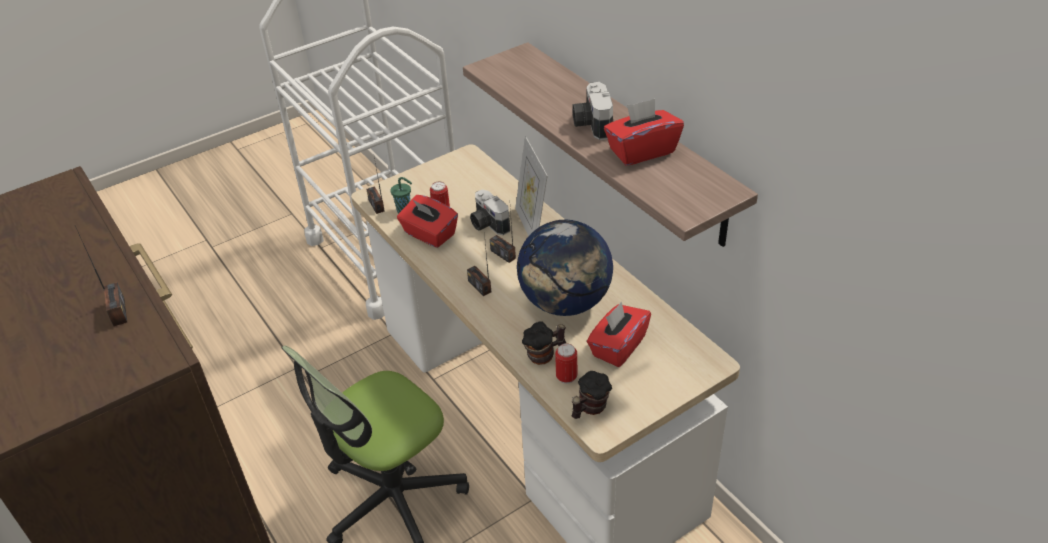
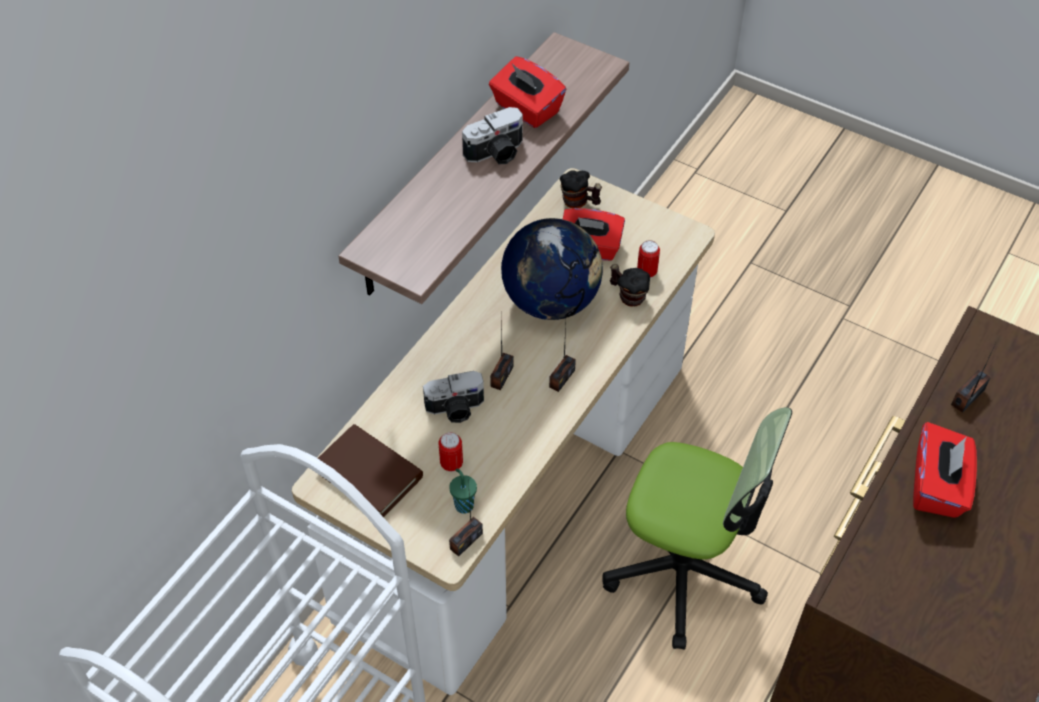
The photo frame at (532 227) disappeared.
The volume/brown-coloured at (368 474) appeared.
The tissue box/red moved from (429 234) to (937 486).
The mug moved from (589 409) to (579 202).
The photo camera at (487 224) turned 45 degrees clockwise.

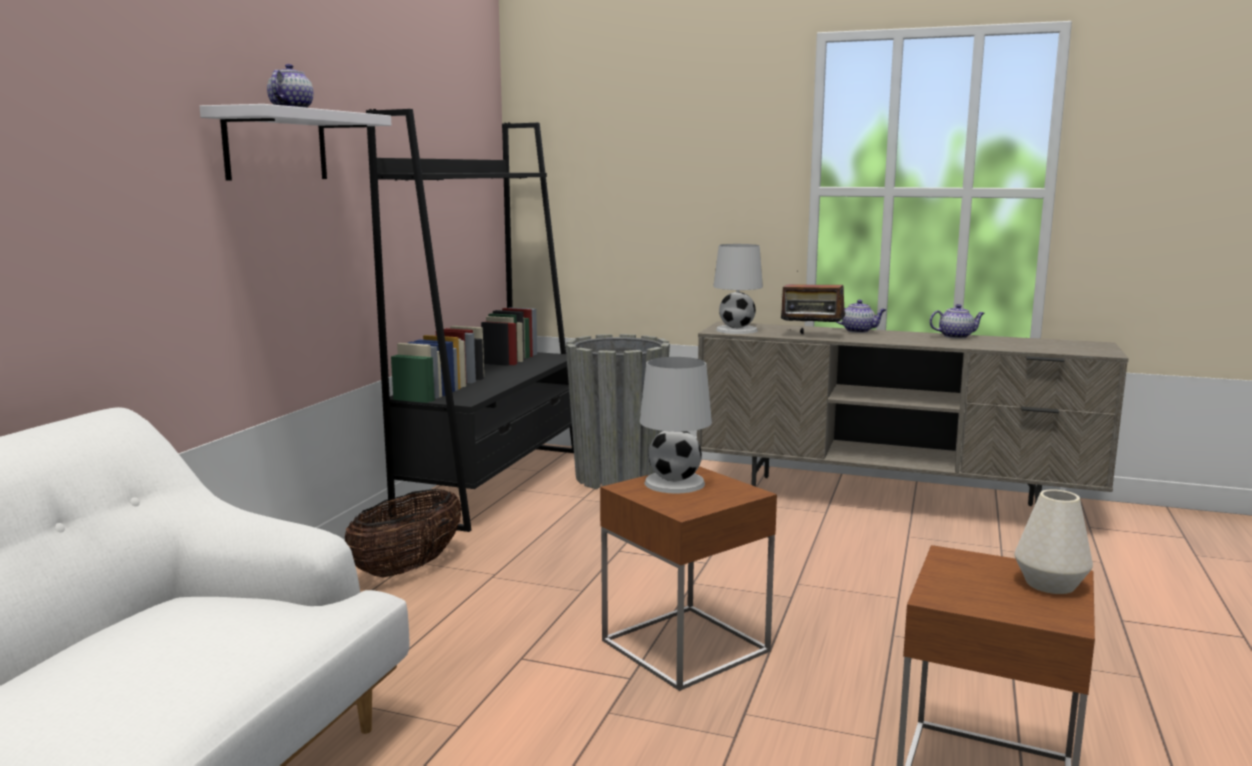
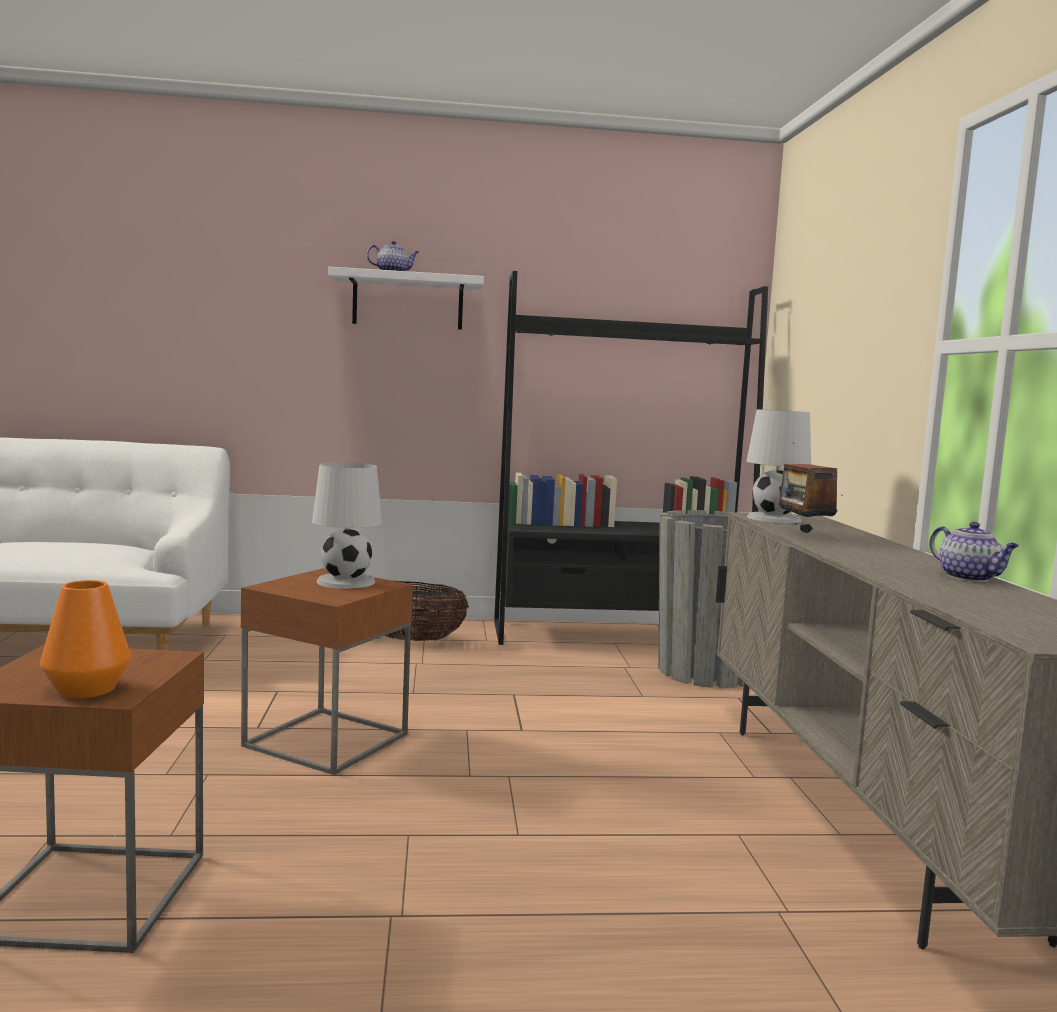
The pot for tea at (858 331) disappeared.
The decorative vase/white at (1050 584) became the decorative vase/orangey at (87 689).

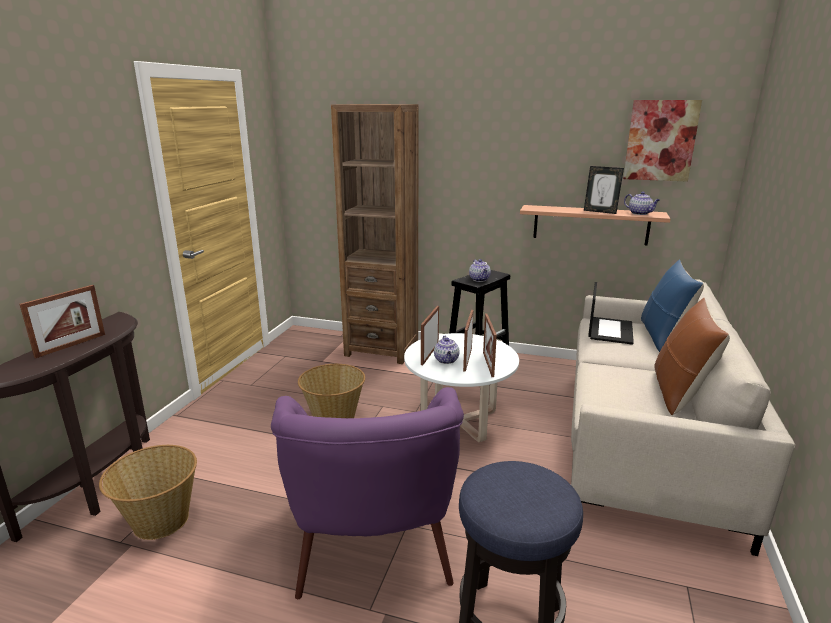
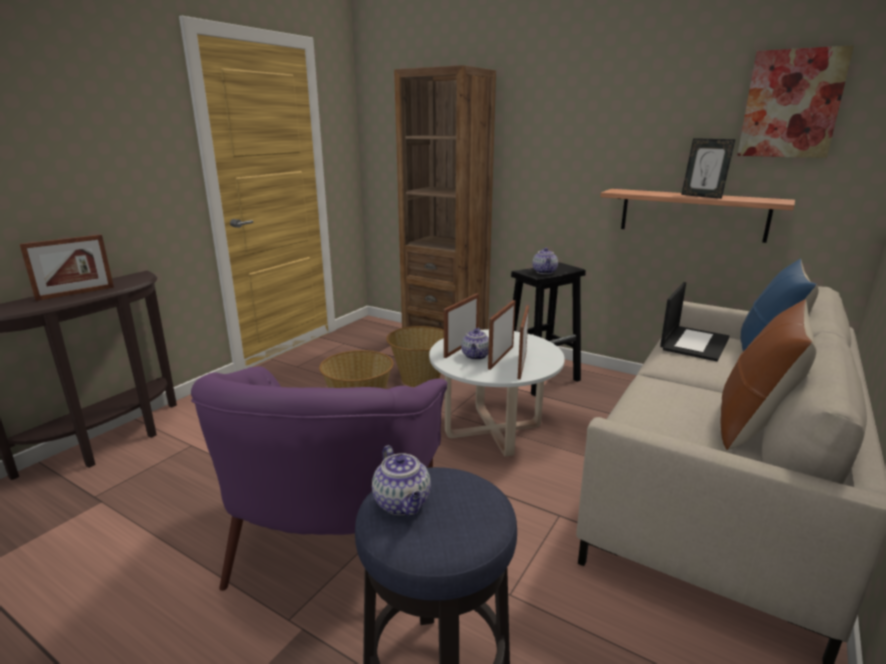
The storage basket moved from (160 520) to (419 379).
The pot for tea moved from (640 213) to (403 504).

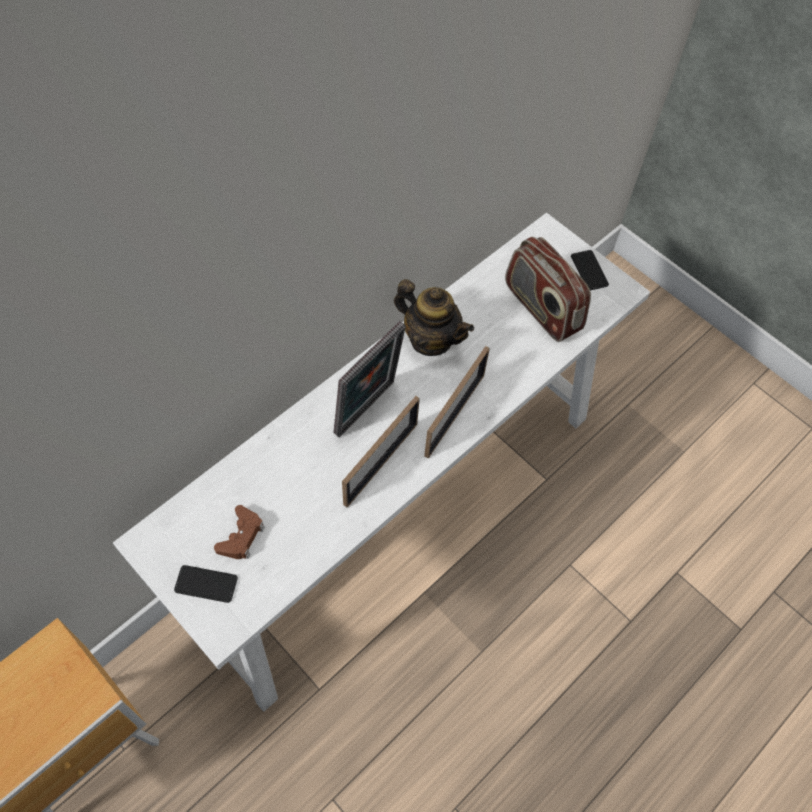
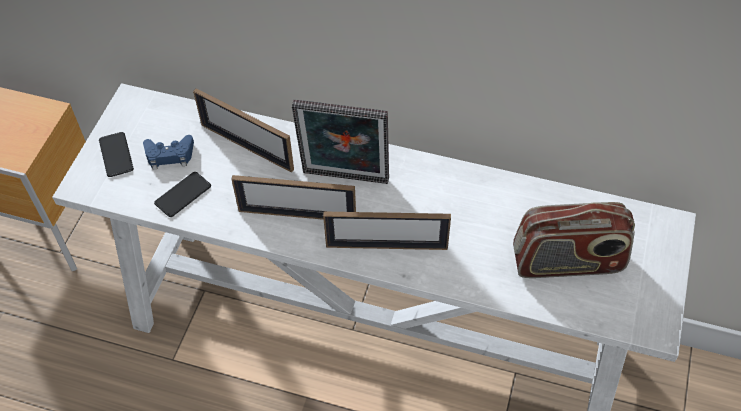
The pot for tea at (430 339) disappeared.
The photo frame at (247 147) appeared.
The handset moved from (589 271) to (183 195).
The game controller/brown-coloured at (241 536) became the game controller/blue-coloured at (169 155).
The radio at (541 308) turned 120 degrees counterclockwise.

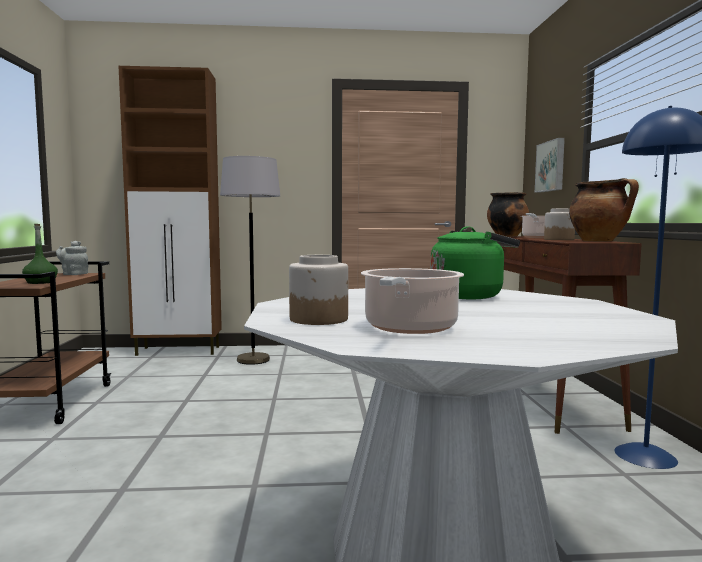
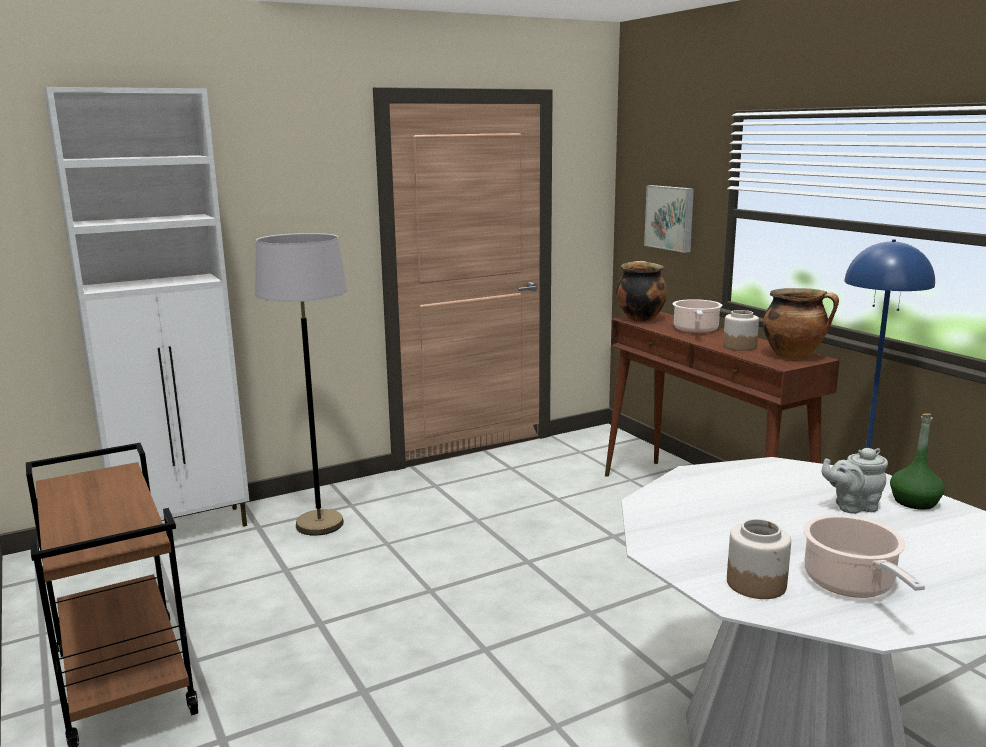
The water kettle/green at (469 296) disappeared.
The beverage bottle/green moved from (40 282) to (914 502).
The pot for tea/grey moved from (73 274) to (852 506).
The cupboard/brown-coloured at (179 351) became the cupboard/white at (185 529).

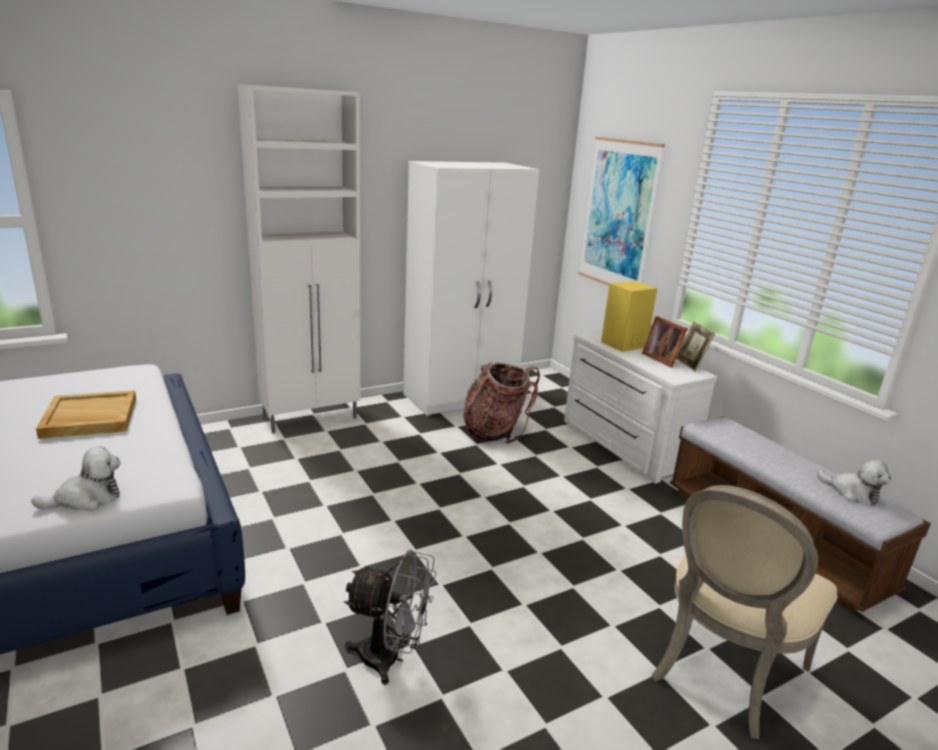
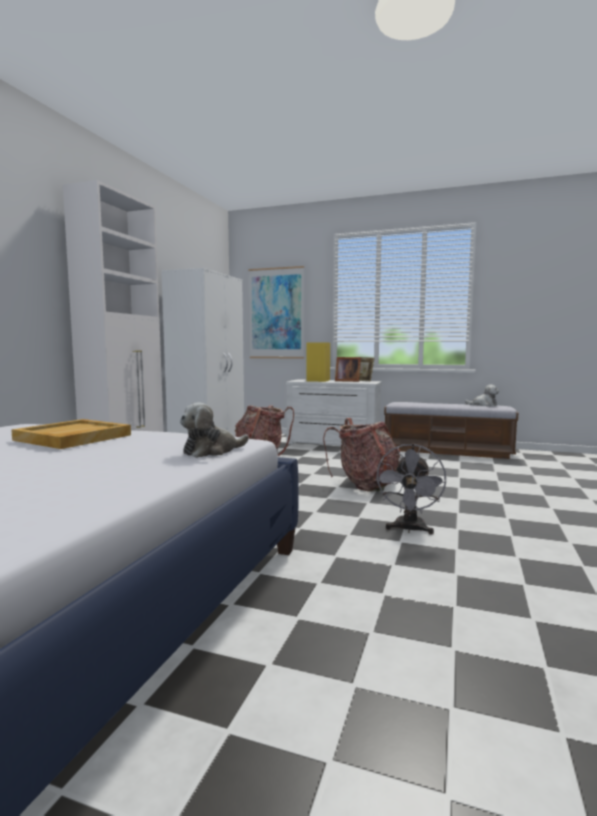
The upright chair/beige-coloured at (722 673) disappeared.
The rucksack at (365 484) appeared.
The cuddly toy at (86 499) turned 150 degrees counterclockwise.
The electric fan/grey at (390 658) turned 135 degrees clockwise.

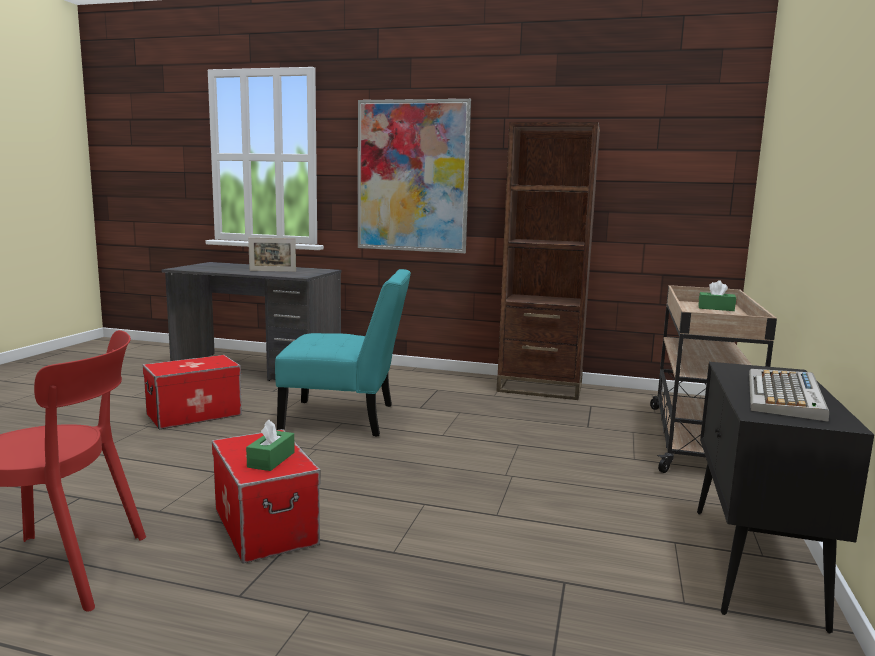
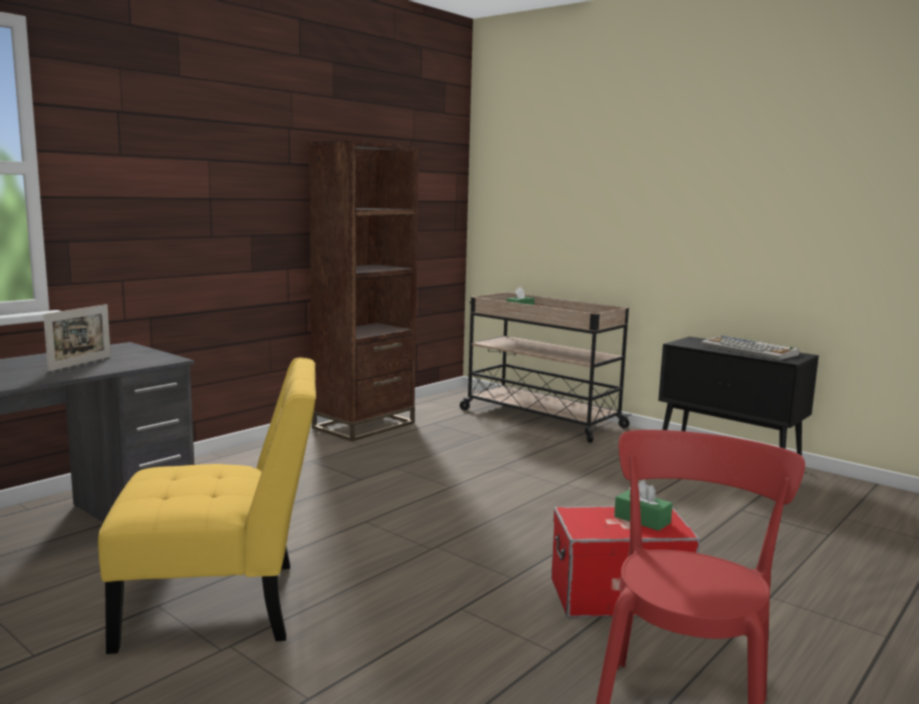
The upright chair/turquoise-coloured at (346 418) disappeared.
The wall picture at (412 176) disappeared.
The storage box at (194 415) was replaced by the upright chair/yellow at (222 605).

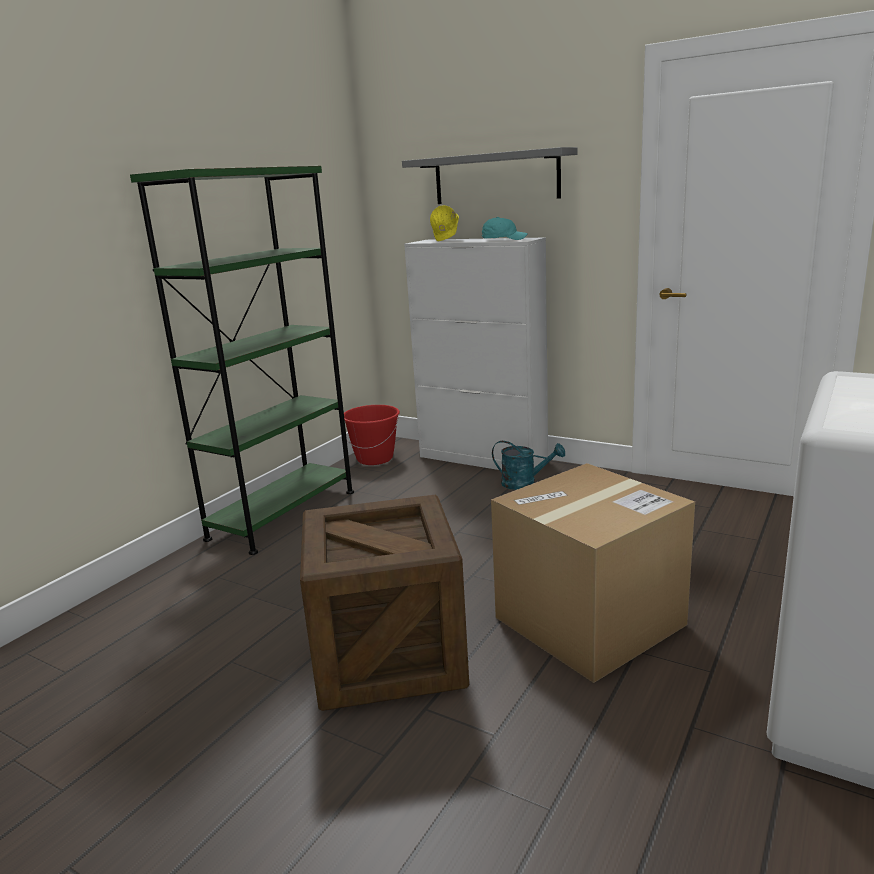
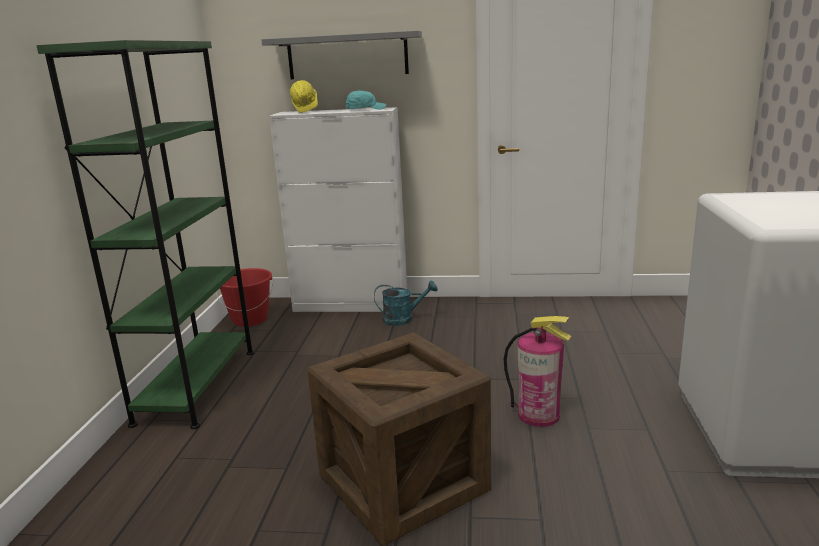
The cardboard box at (589 621) was replaced by the extinguisher at (538 415).

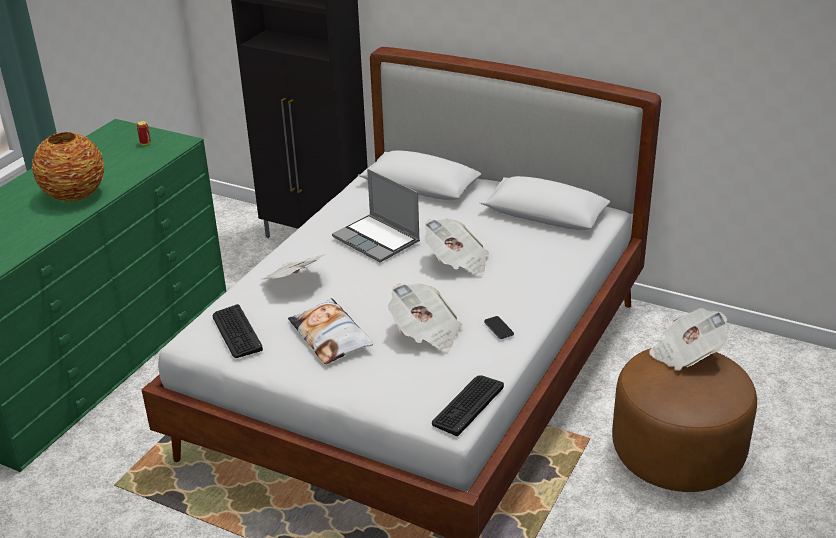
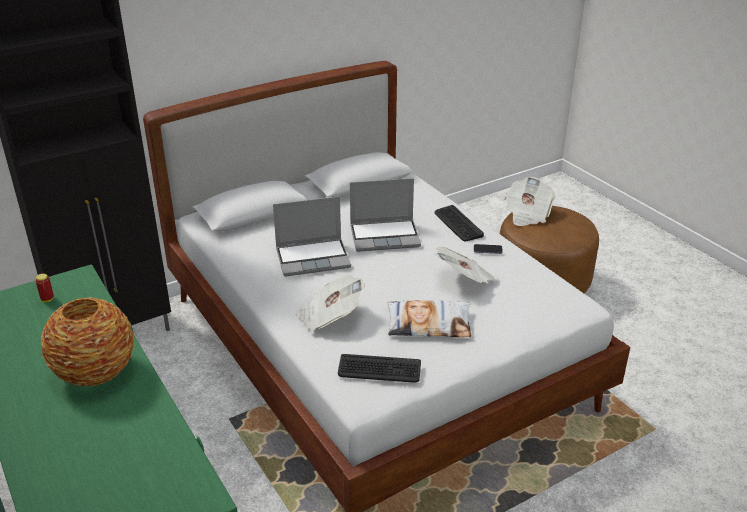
The computer keyboard moved from (467 405) to (458 224).
The daily paper at (457 262) was replaced by the laptop at (385 236).

